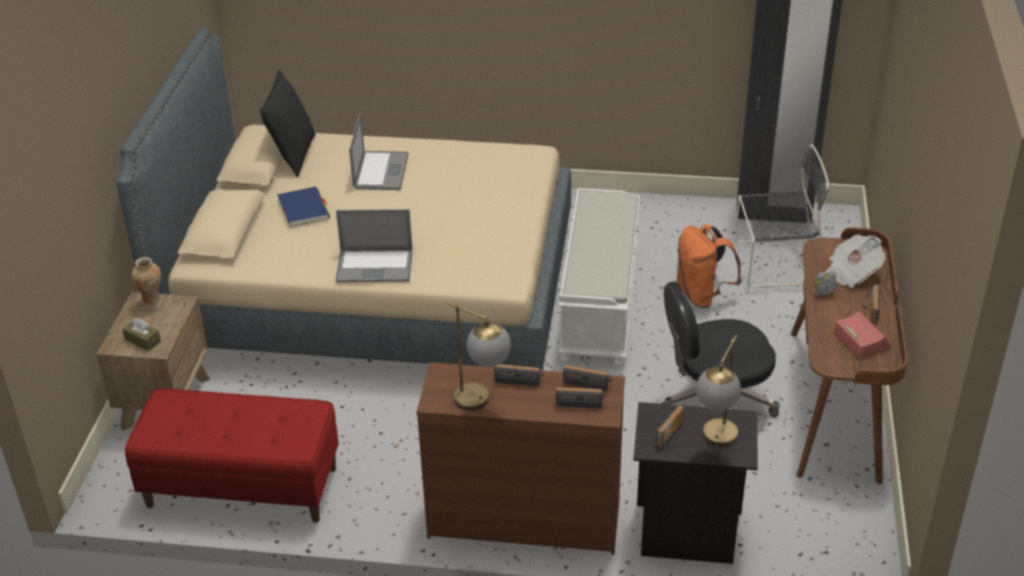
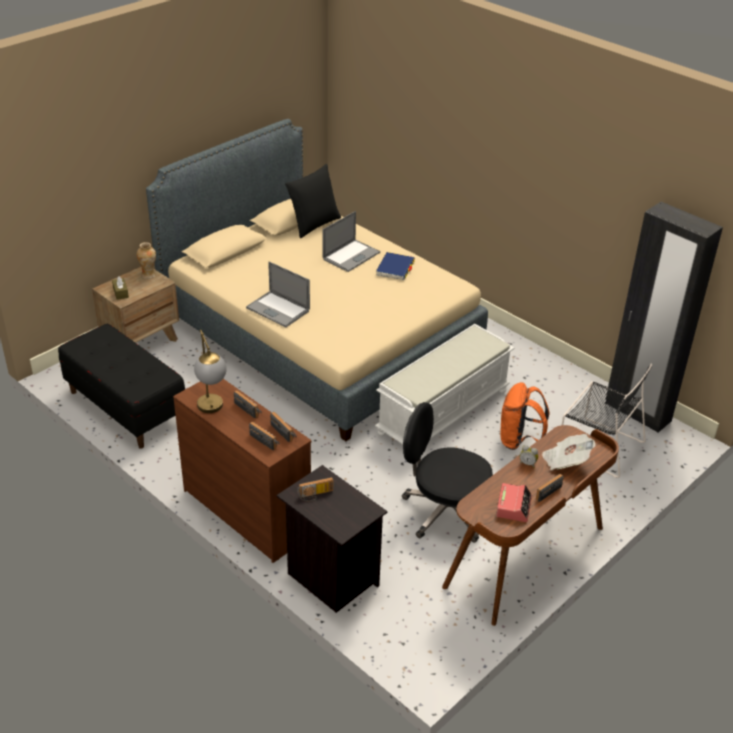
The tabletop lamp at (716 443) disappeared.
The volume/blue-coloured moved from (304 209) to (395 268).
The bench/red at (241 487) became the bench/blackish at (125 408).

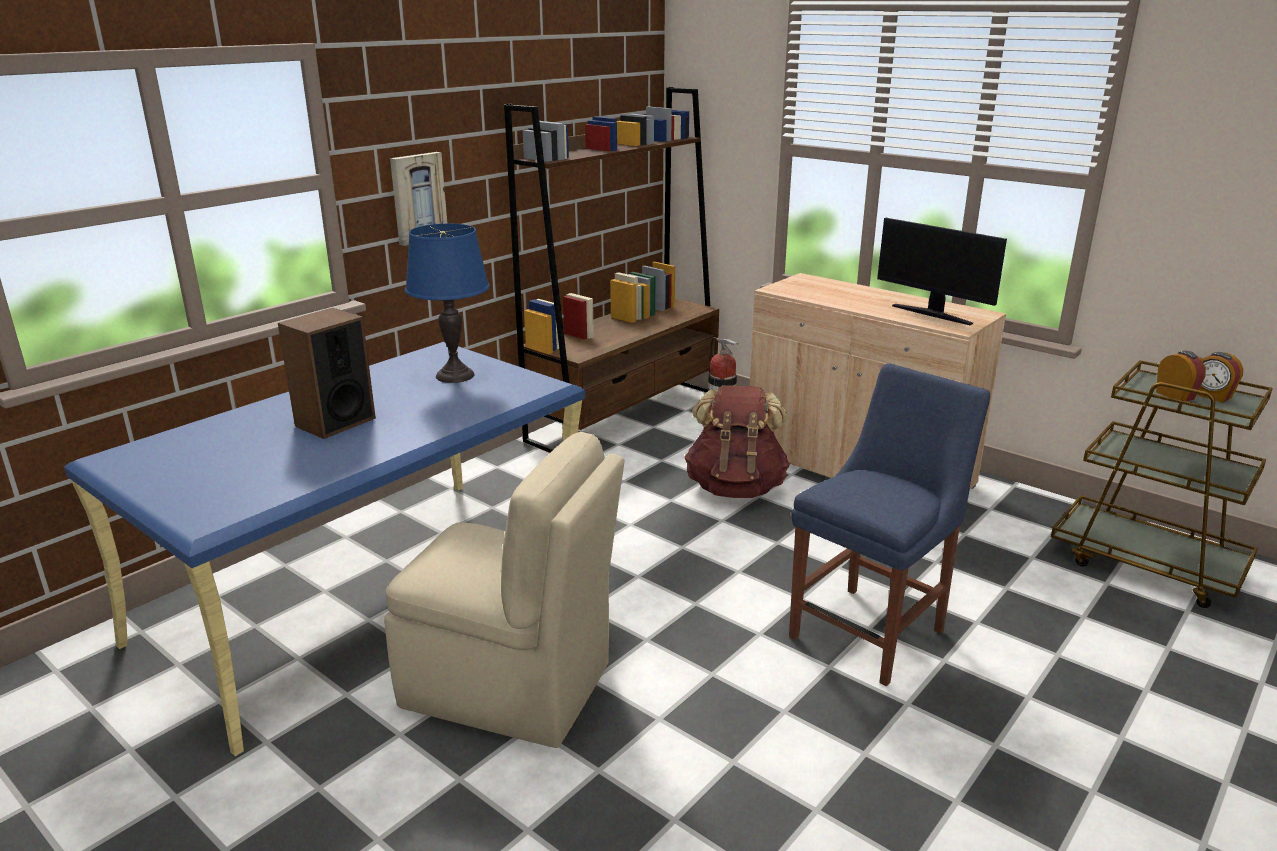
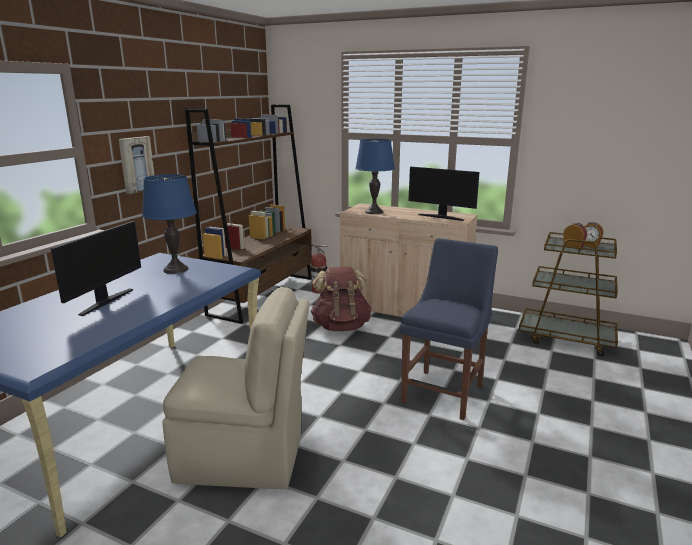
The tabletop lamp/blue-coloured at (374 212) appeared.
The audio speaker at (335 422) was replaced by the monitor at (105 301).

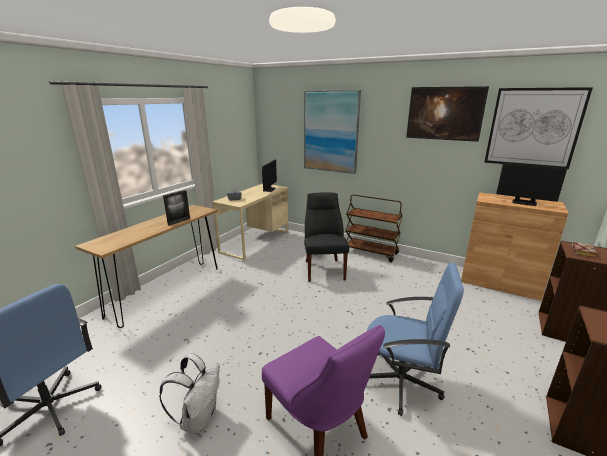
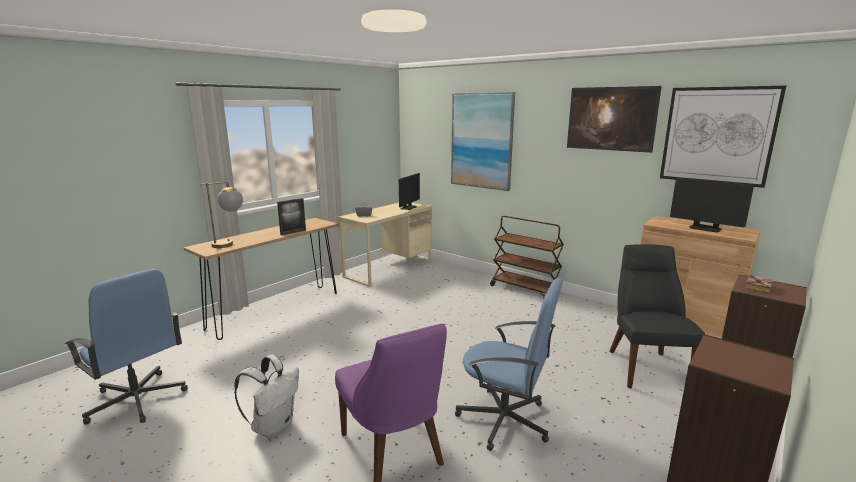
The tabletop lamp at (230 243) appeared.
The upright chair/blackish moved from (323 269) to (645 367).

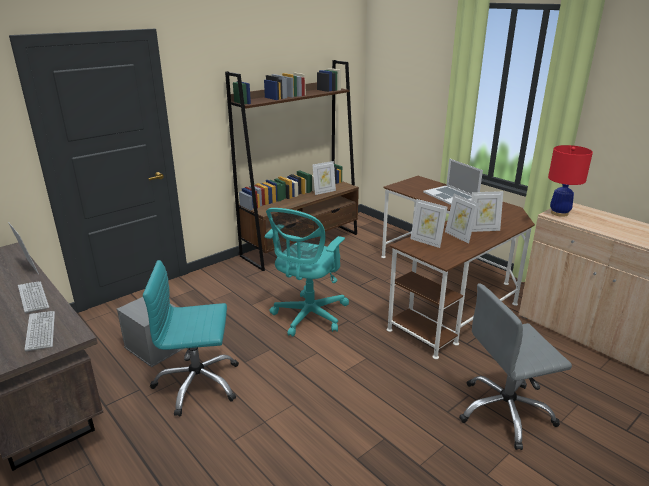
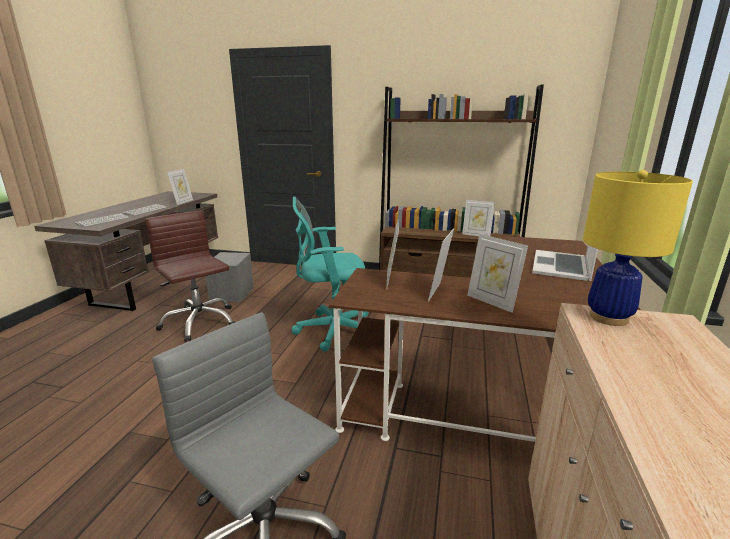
The computer chair/turquoise-coloured at (197 384) became the computer chair/brown-coloured at (199 322).
The tabletop lamp/red at (559 213) became the tabletop lamp/yellow at (609 317).

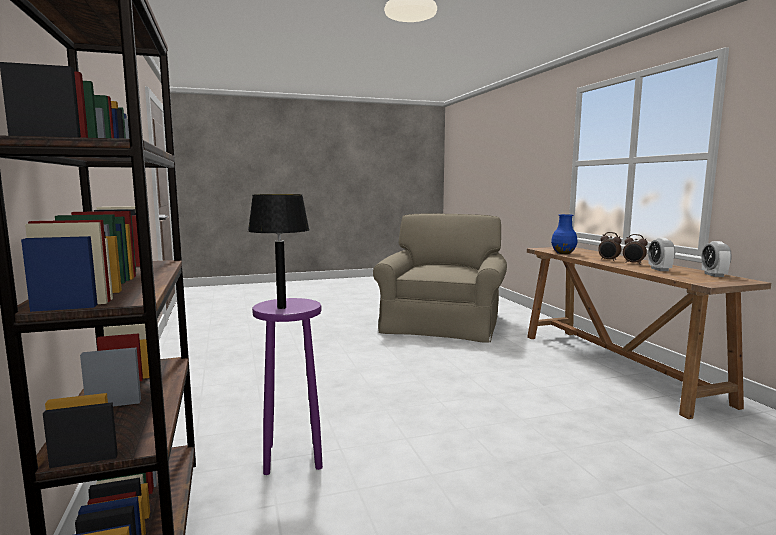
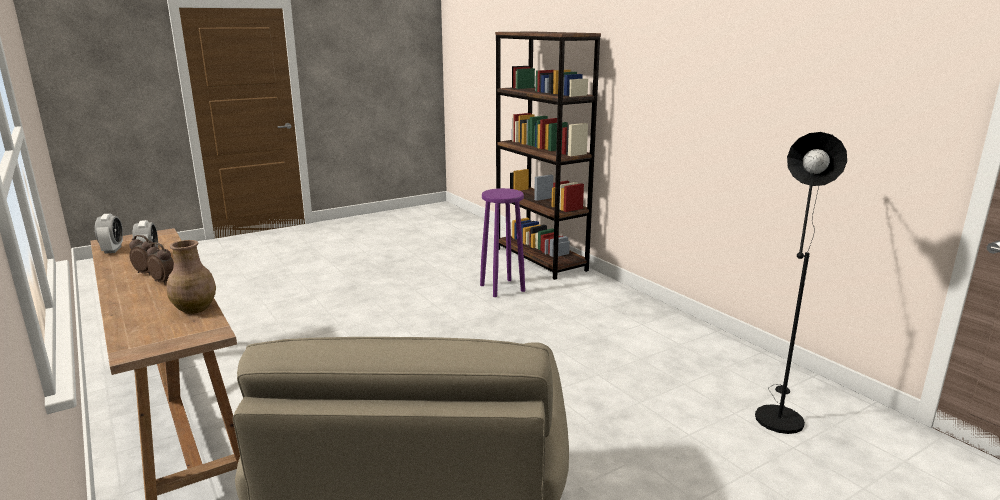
The tabletop lamp/blackish at (282 307) disappeared.
The standing lamp/blackish at (777 414) appeared.
The decorative vase/blue-coloured at (563 253) became the decorative vase/brown-coloured at (195 309).

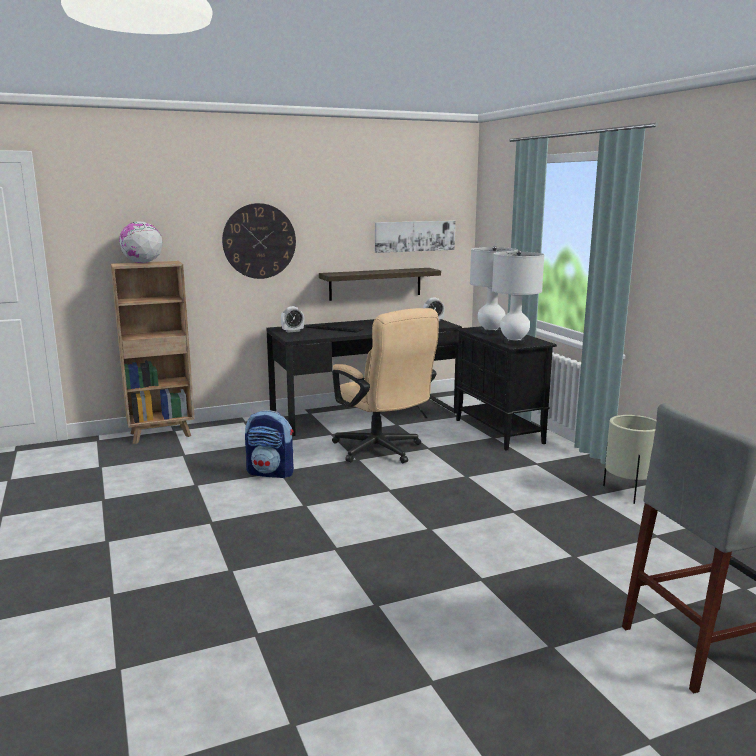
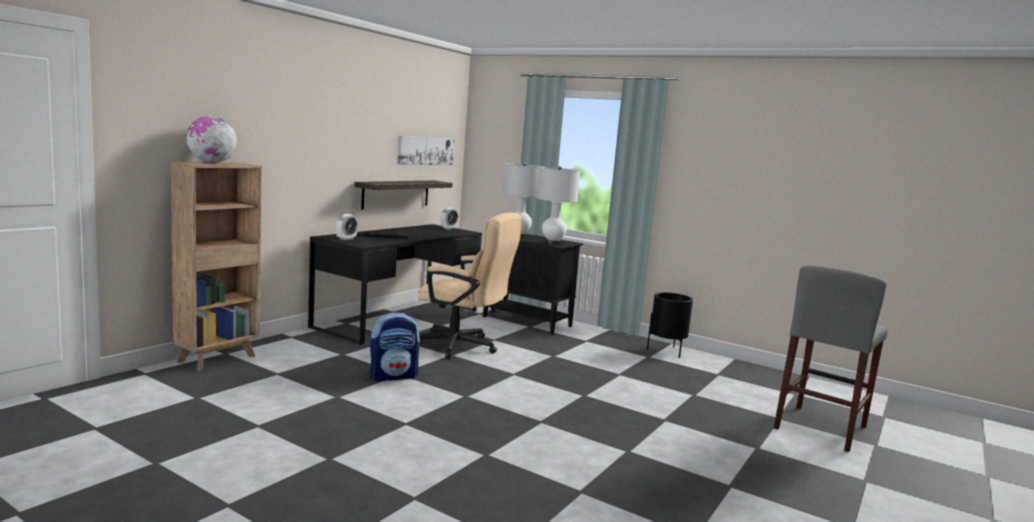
The clock on the wall at (259 241) disappeared.
The planter/beige-coloured at (628 492) became the planter/blackish at (666 351).

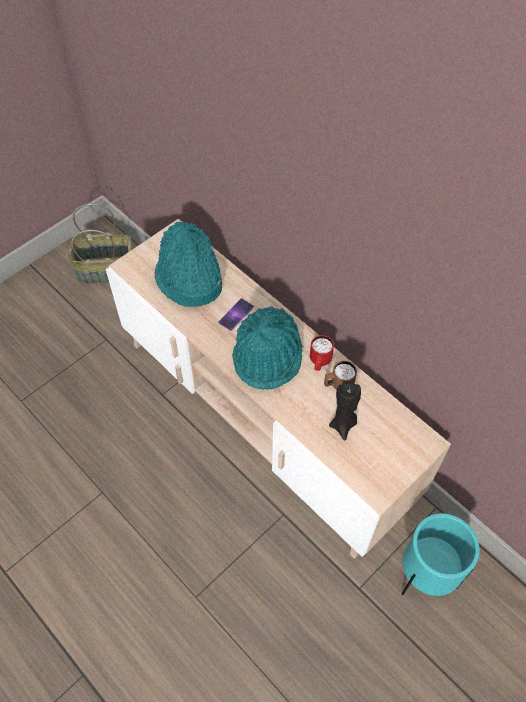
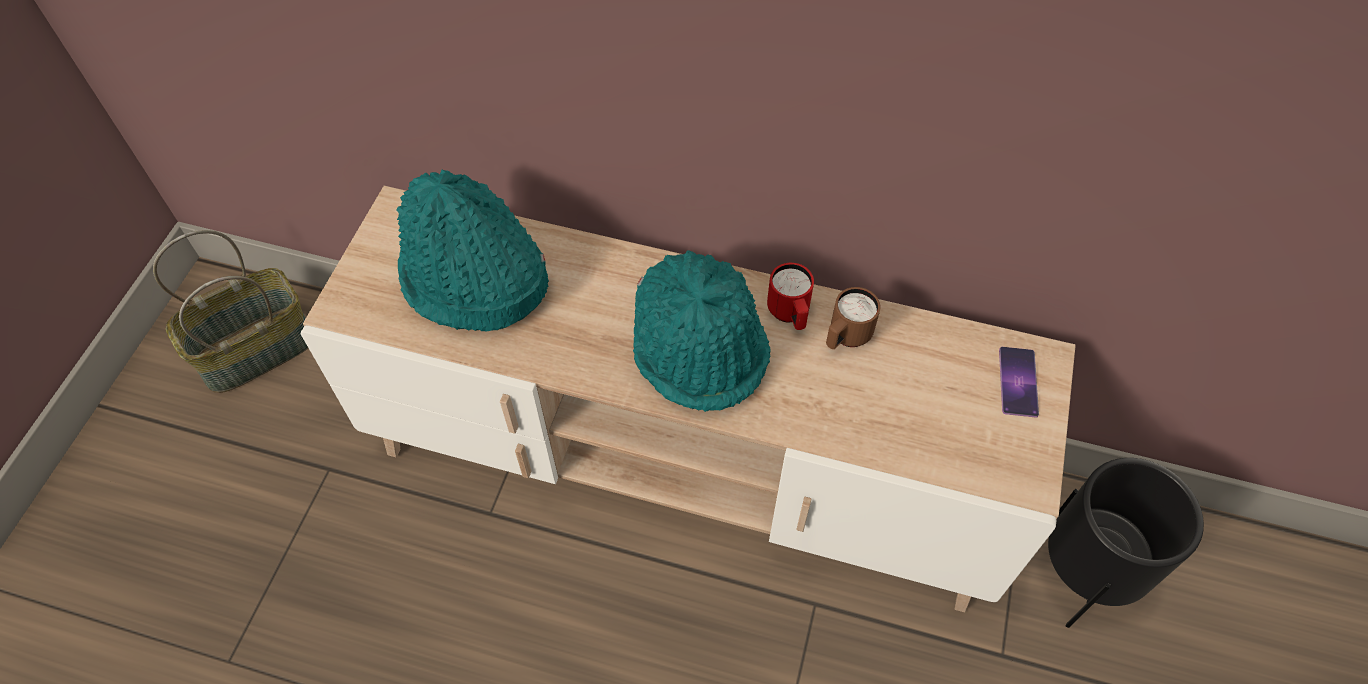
The wax candle/blackish at (343 425) disappeared.
The handset moved from (236 314) to (1018 382).
The planter/turquoise-coloured at (425 575) became the planter/blackish at (1079 577).

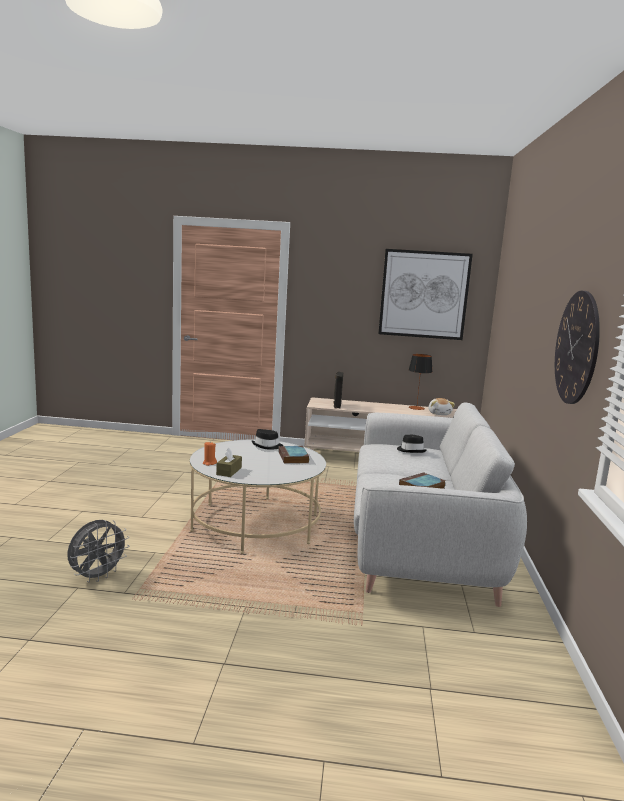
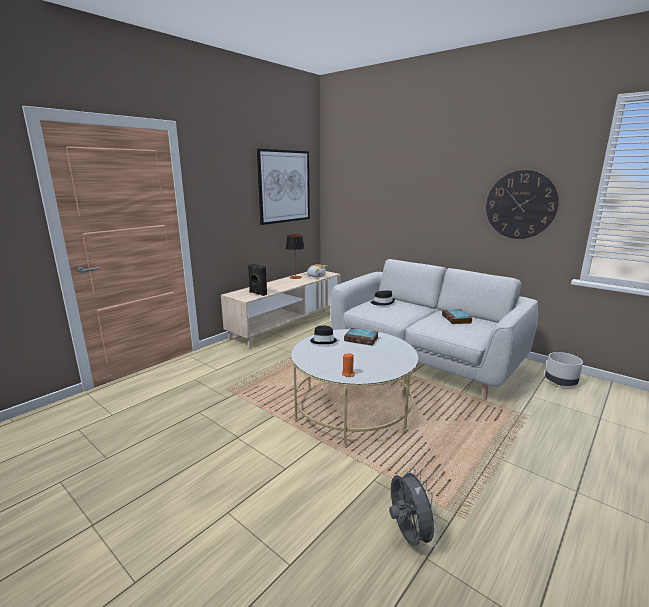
The tissue box/brown-coloured at (229 471) disappeared.
The planter/grey at (560 382) appeared.

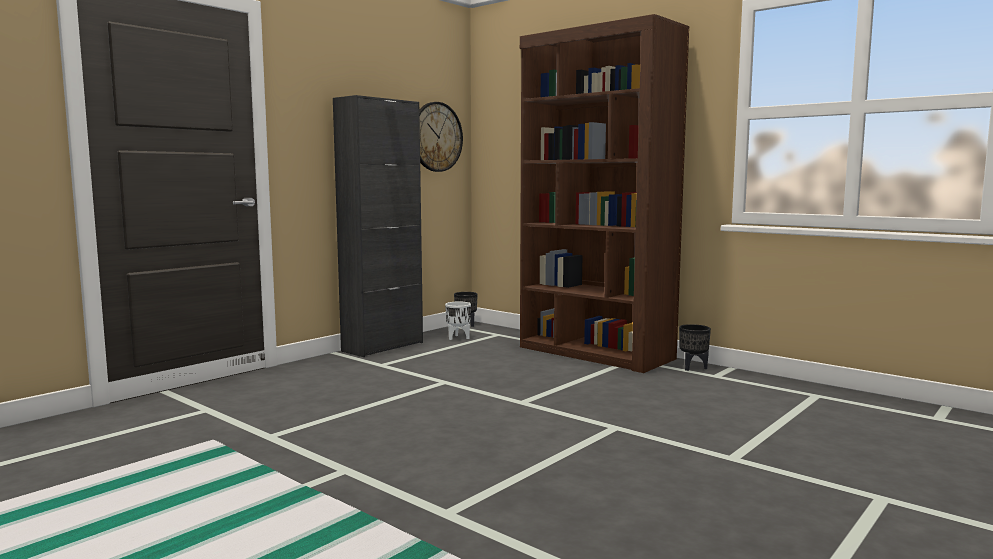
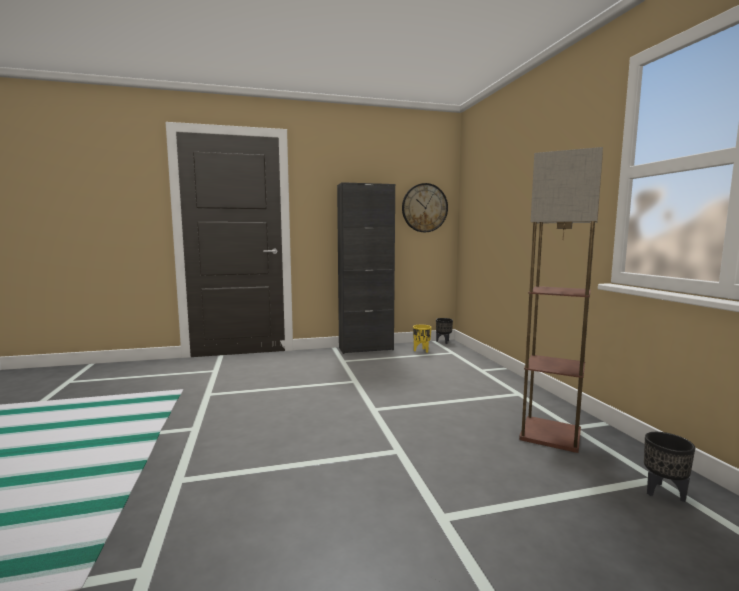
The bookcase/brown-coloured at (595 353) disappeared.
The standing lamp at (551 435) appeared.
The planter/blackish moved from (693 368) to (664 493).
The planter/white at (457 338) became the planter/yellow at (421 350).

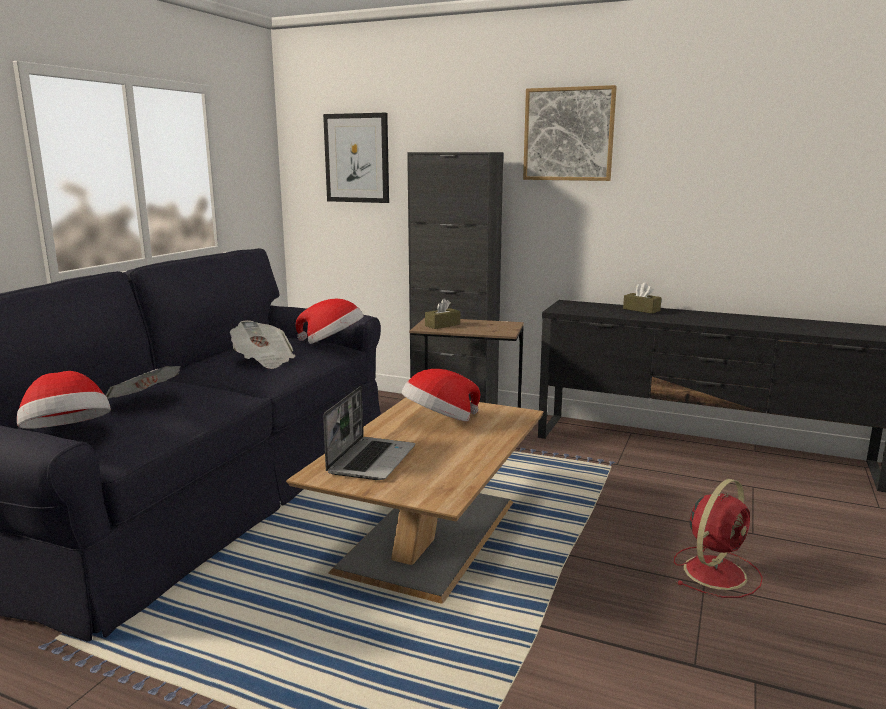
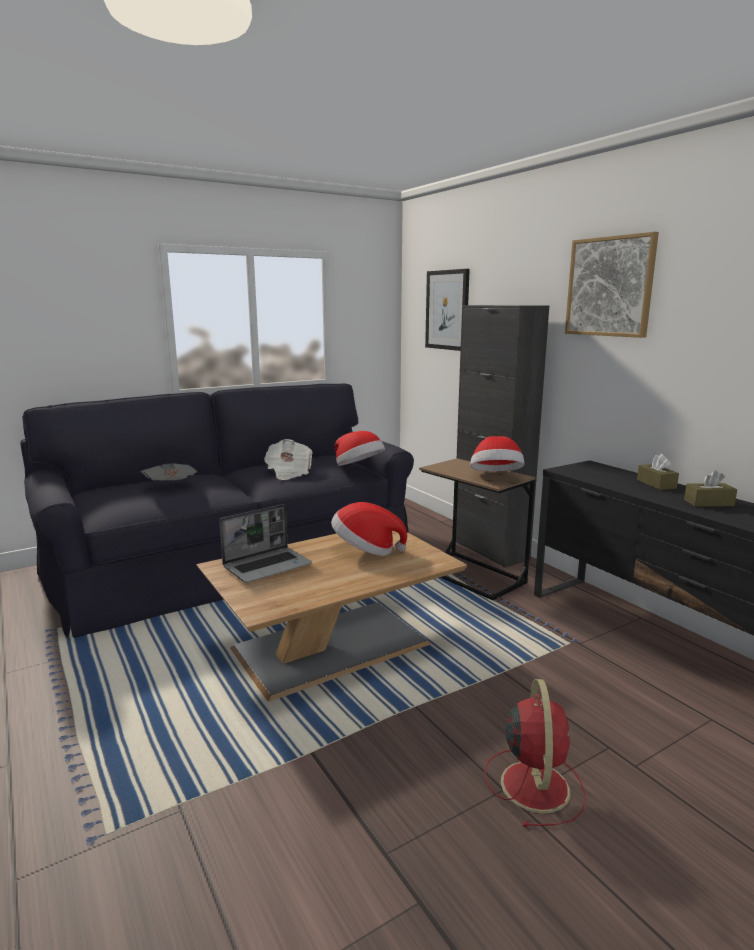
The wearable hat moved from (68 435) to (496 477).
The tissue box/brown-coloured moved from (442 325) to (708 503).
The electric fan/red at (716 571) turned 75 degrees counterclockwise.

